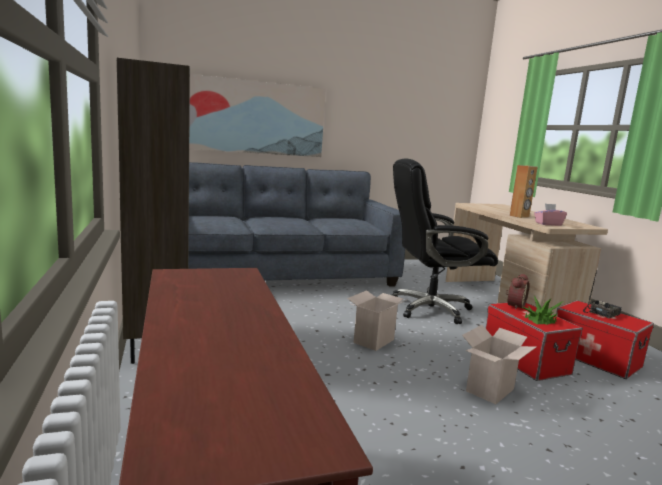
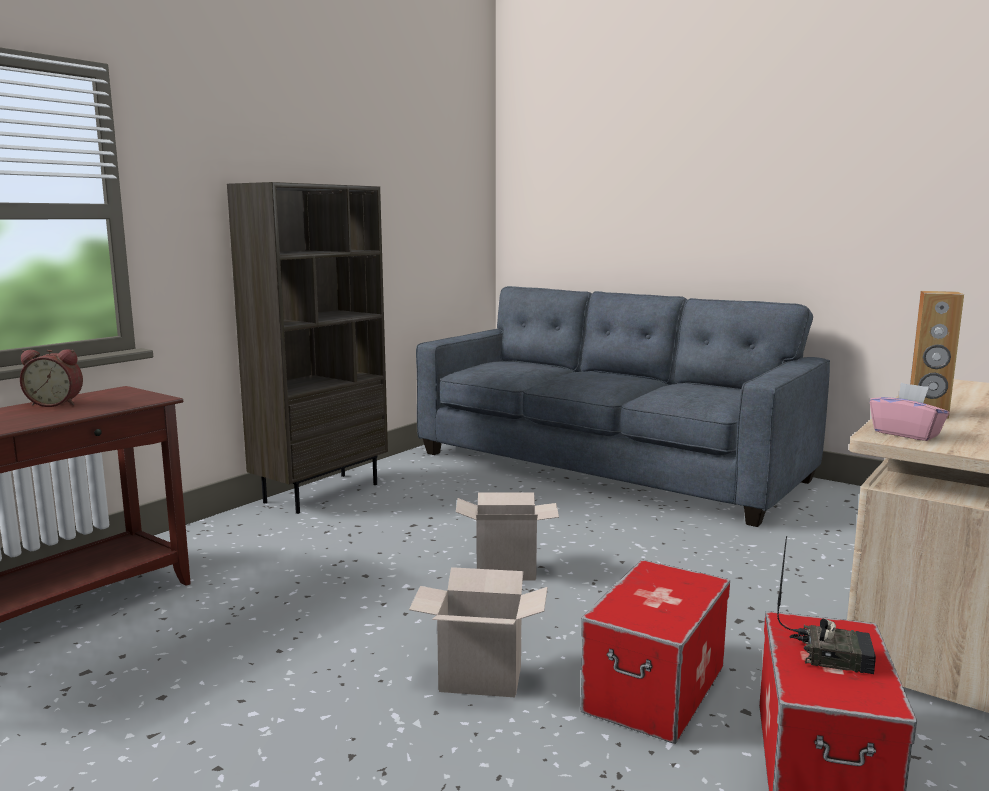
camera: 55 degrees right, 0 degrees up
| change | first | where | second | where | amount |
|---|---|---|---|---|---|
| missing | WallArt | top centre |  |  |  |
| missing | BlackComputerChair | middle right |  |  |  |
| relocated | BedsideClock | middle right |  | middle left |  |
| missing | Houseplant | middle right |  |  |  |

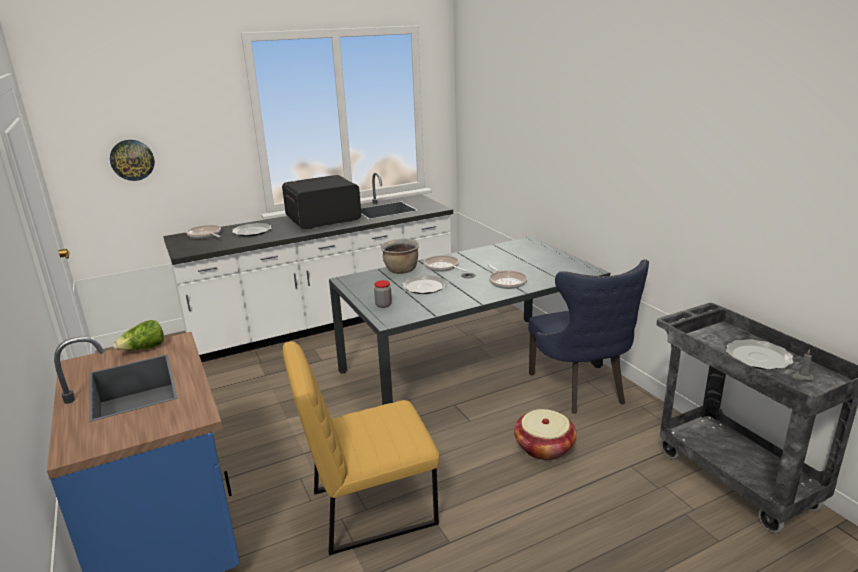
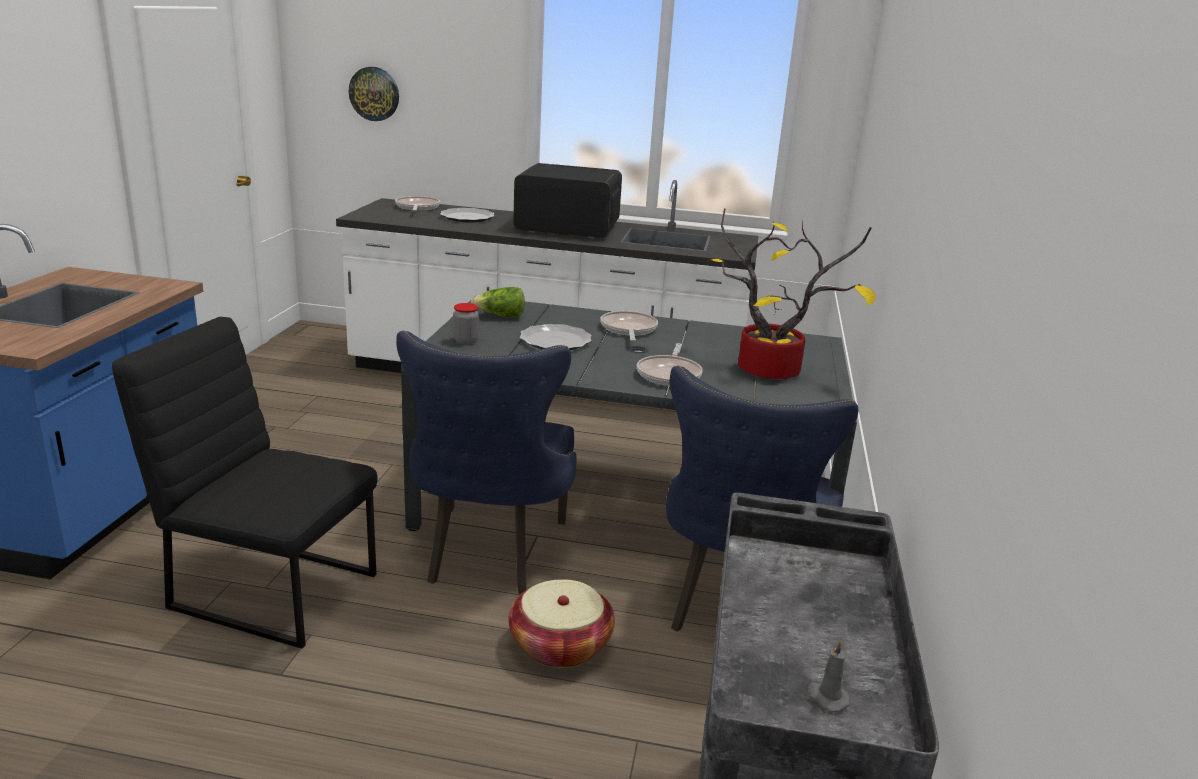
camera: 35 degrees right, 0 degrees up
| change | first | where | second | where | amount |
|---|---|---|---|---|---|
| relocated | HeadOfLettuce | middle left |  | centre |  |
| colour | YellowColouredUprightChair | bottom centre | BlackUprightChair | middle left |  |
| missing | BrownColouredCookingPot | centre |  |  |  |
| missing | DinnerPlate (no. 3 from left) | middle right |  |  |  |
| appeared |  |  | BluishUprightChair (no. 1 from left) | centre |  |
| appeared |  |  | Houseplant | centre |  |

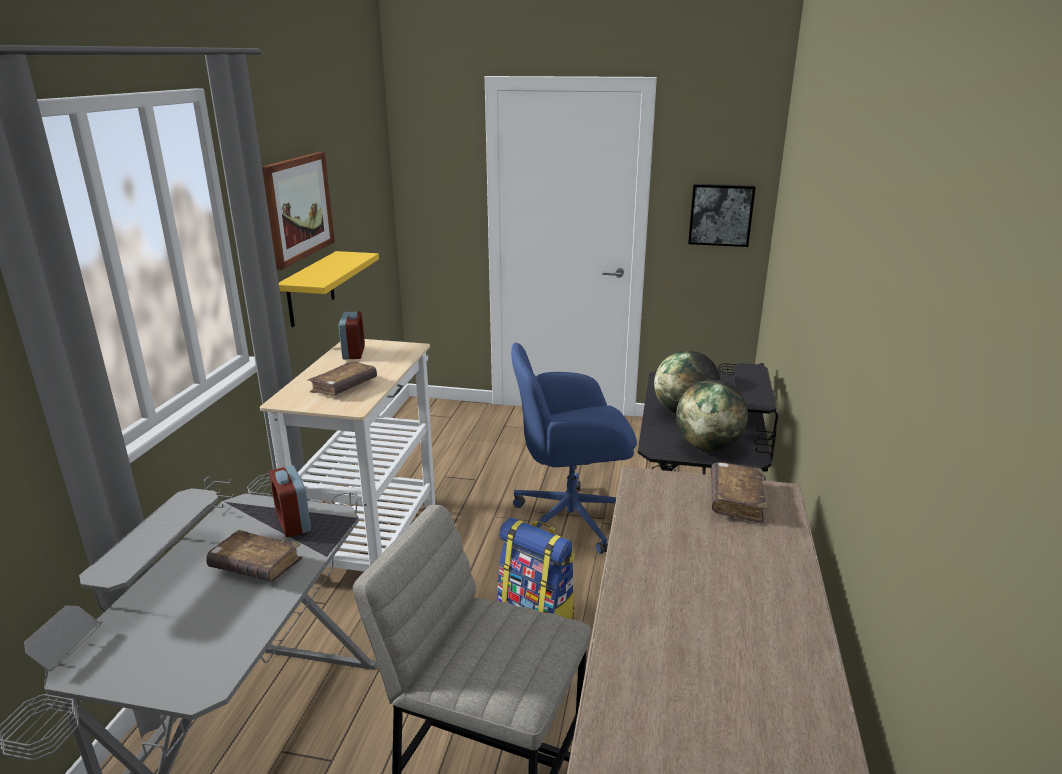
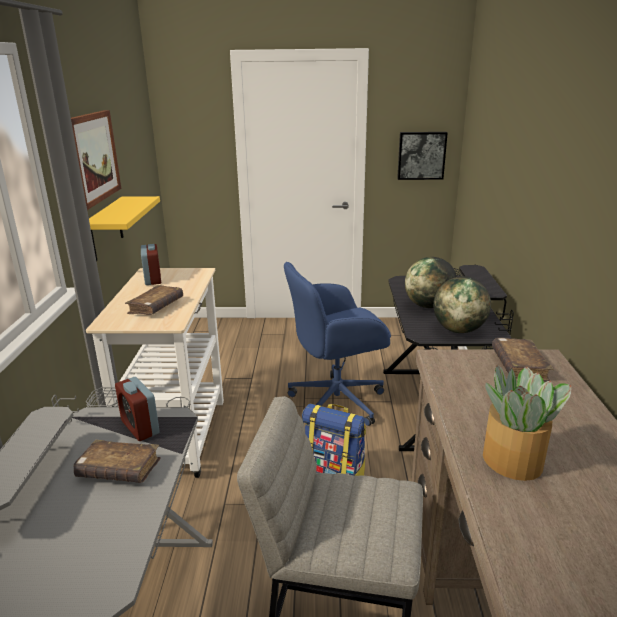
camera: 10 degrees left, 0 degrees up
| change | first | where | second | where | amount |
|---|---|---|---|---|---|
| appeared |  |  | Houseplant | bottom right |  |

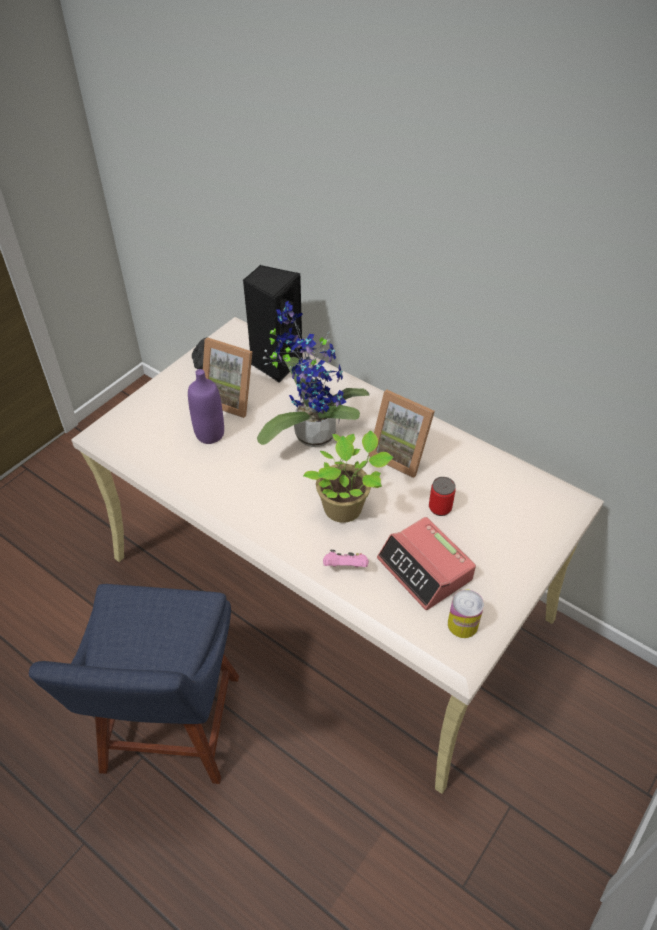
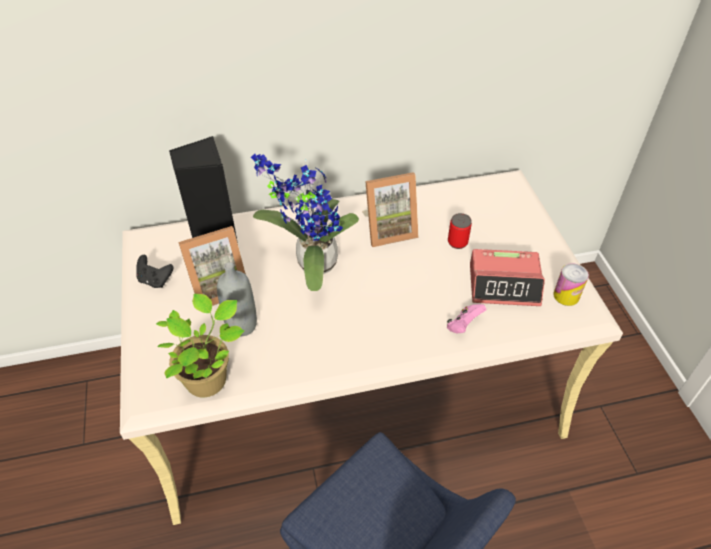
camera: 50 degrees left, 0 degrees up
| change | first | where | second | where | amount |
|---|---|---|---|---|---|
| colour | PurpleColouredBottle | middle left | GrayBottle | centre |  |
| relocated | Houseplant (no. 2 from left in the first image) | centre | Houseplant (no. 1 from left) | middle left |  |

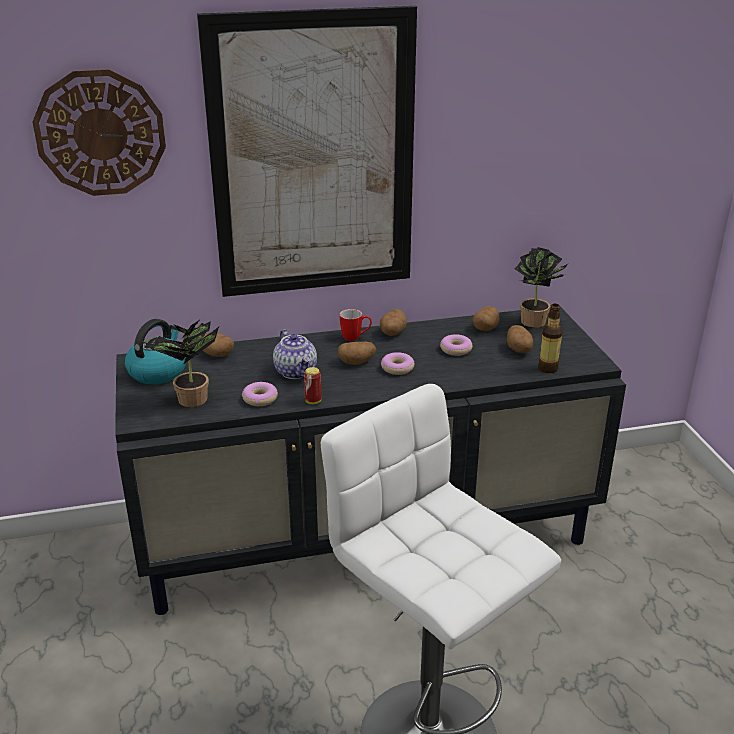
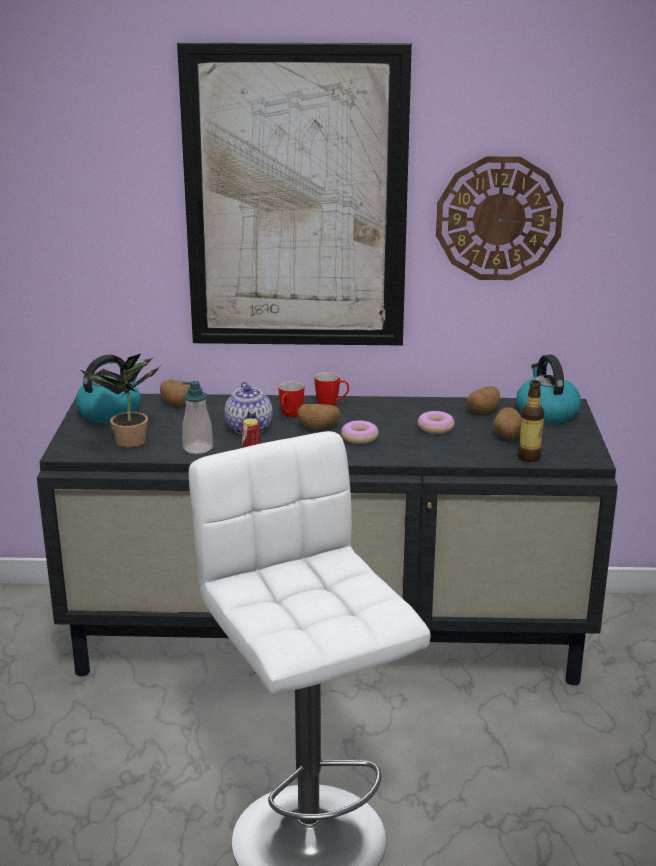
camera: 15 degrees right, 5 degrees down
| change | first | where | second | where | amount |
|---|---|---|---|---|---|
| relocated | HangingClock | top left |  | top right |  |
| exchanged | Donut (no. 1 from left) | centre | SoapBottle | middle left |  |
| missing | Potato (no. 3 from left) | centre |  |  |  |
| exchanged | Houseplant (no. 2 from left) | middle right | TeaKettle (no. 2 from left) | middle right |  |
| appeared |  |  | CoffeeMug (no. 1 from left) | centre |  |

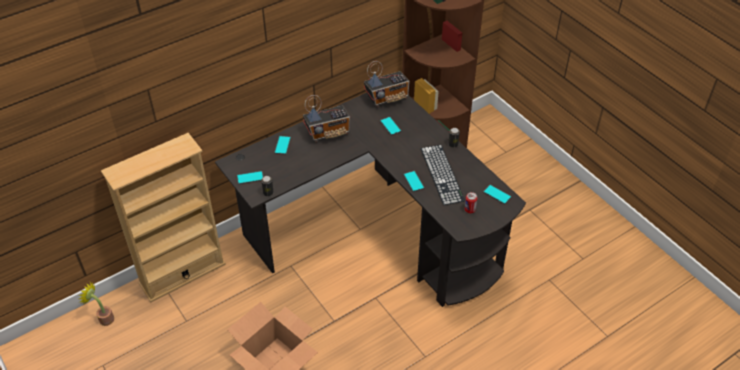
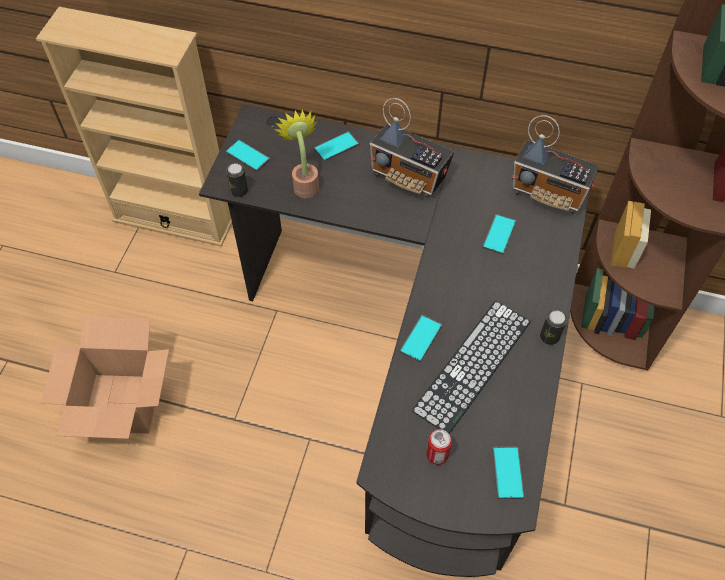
camera: 50 degrees right, 10 degrees up
| change | first | where | second | where | amount |
|---|---|---|---|---|---|
| relocated | Houseplant | bottom left |  | top centre |  |

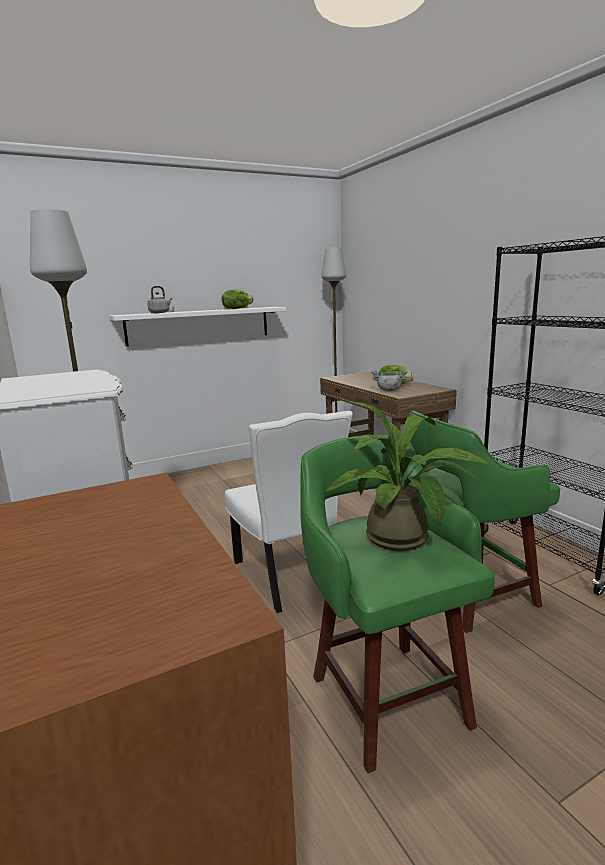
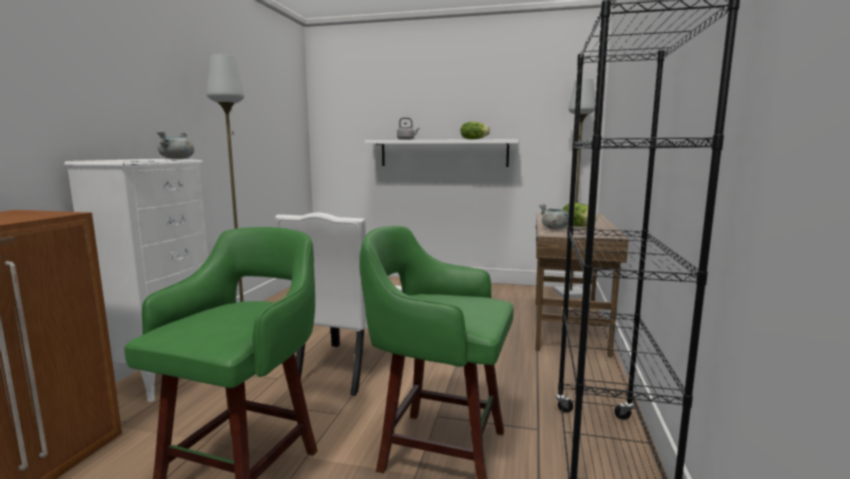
camera: 40 degrees right, 5 degrees down
| change | first | where | second | where | amount |
|---|---|---|---|---|---|
| missing | Houseplant | middle right |  |  |  |
| appeared |  |  | GrayCookingPot (no. 1 from left) | top left |  |

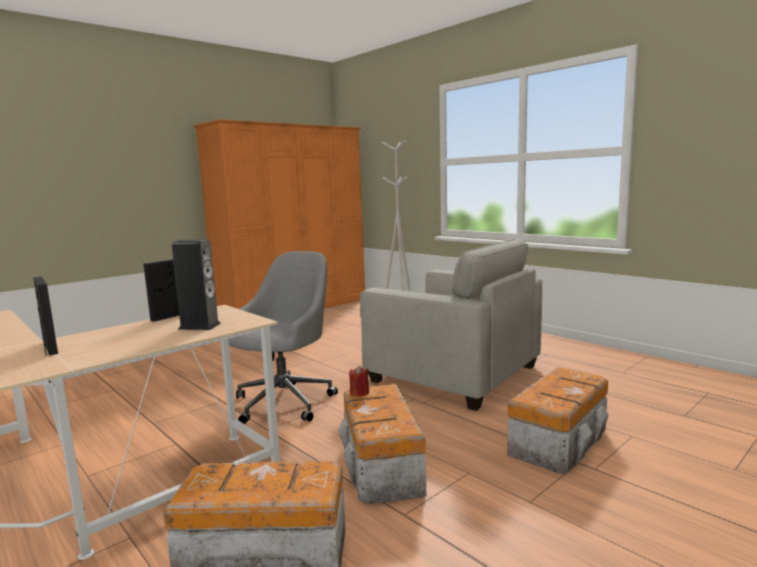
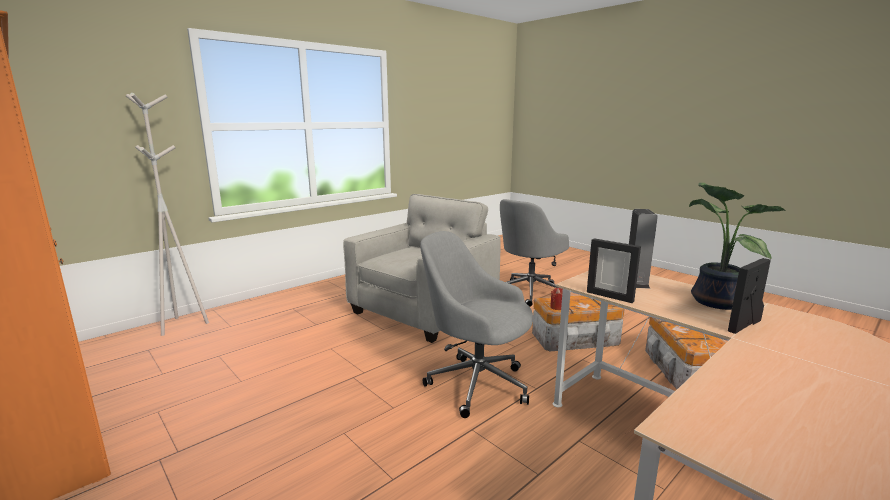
camera: 90 degrees left, 5 degrees up
| change | first | where | second | where | amount |
|---|---|---|---|---|---|
| exchanged | StorageBin (no. 3 from left) | bottom right | GrayComputerChair (no. 2 from left) | centre |  |
| appeared |  |  | Houseplant | middle right |  |

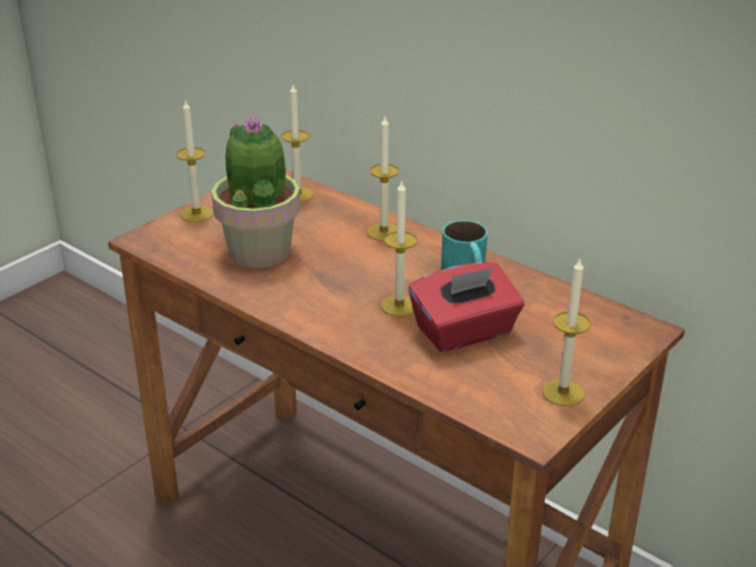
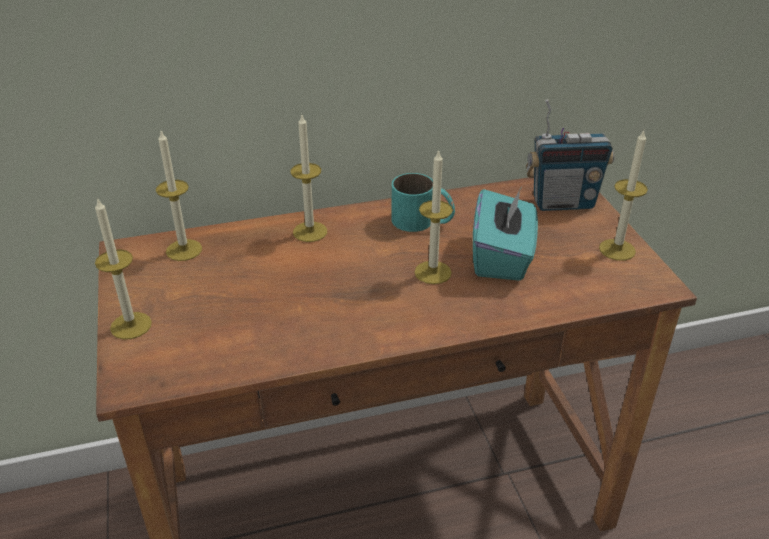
camera: 55 degrees left, 5 degrees up
| change | first | where | second | where | amount |
|---|---|---|---|---|---|
| missing | Houseplant | centre |  |  |  |
| colour | RedTissueHolder | centre | BlueGreenTissueHolder | centre |  |
| appeared |  |  | Radio | top right |  |

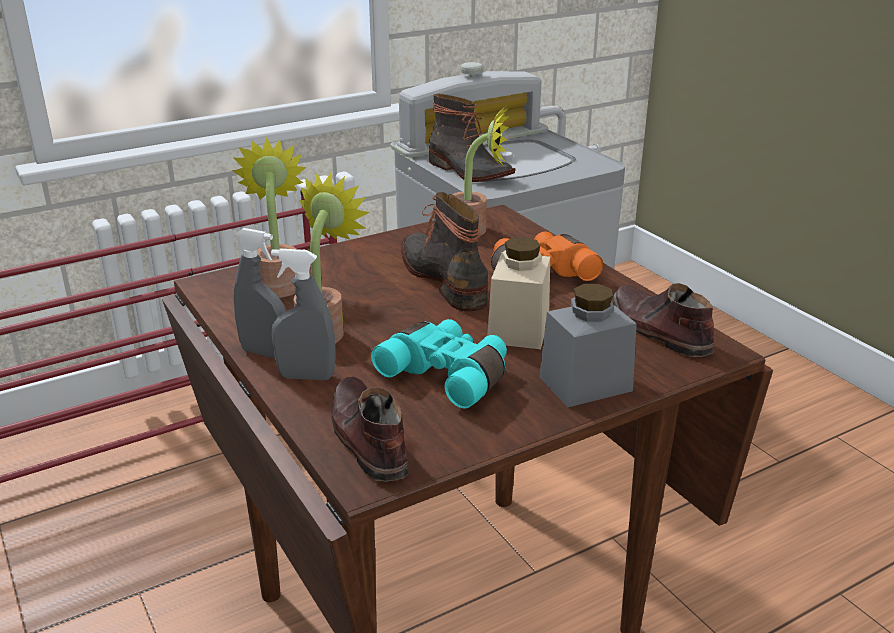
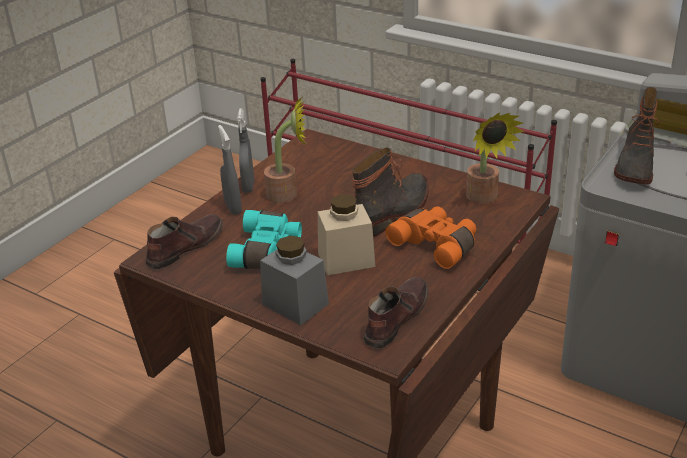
camera: 65 degrees right, 5 degrees up
| change | first | where | second | where | amount |
|---|---|---|---|---|---|
| missing | Houseplant (no. 1 from left) | middle left |  |  |  |

